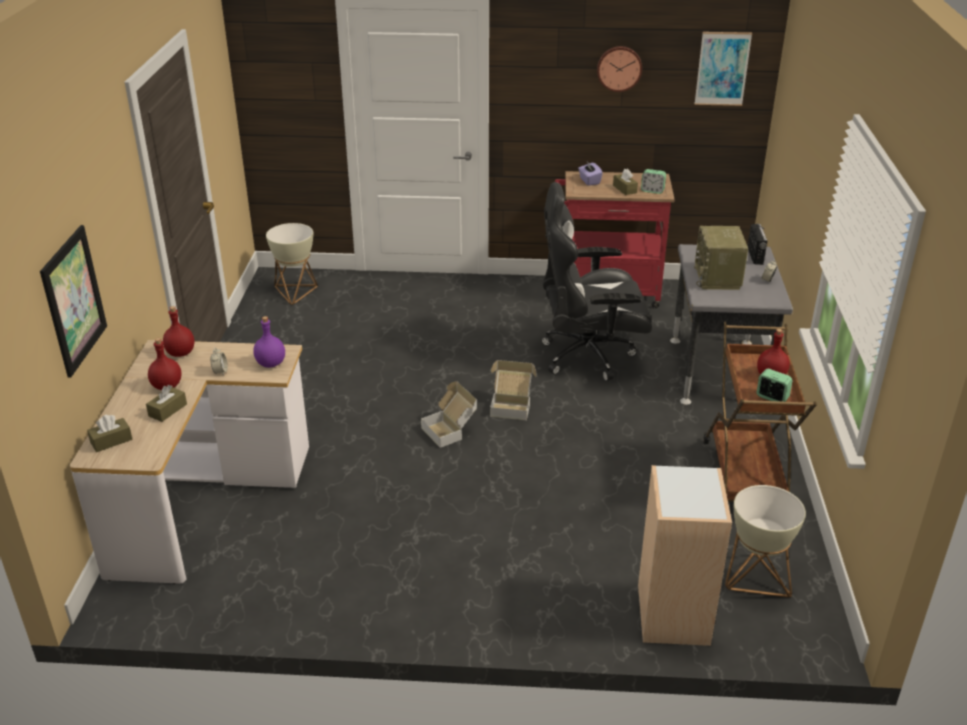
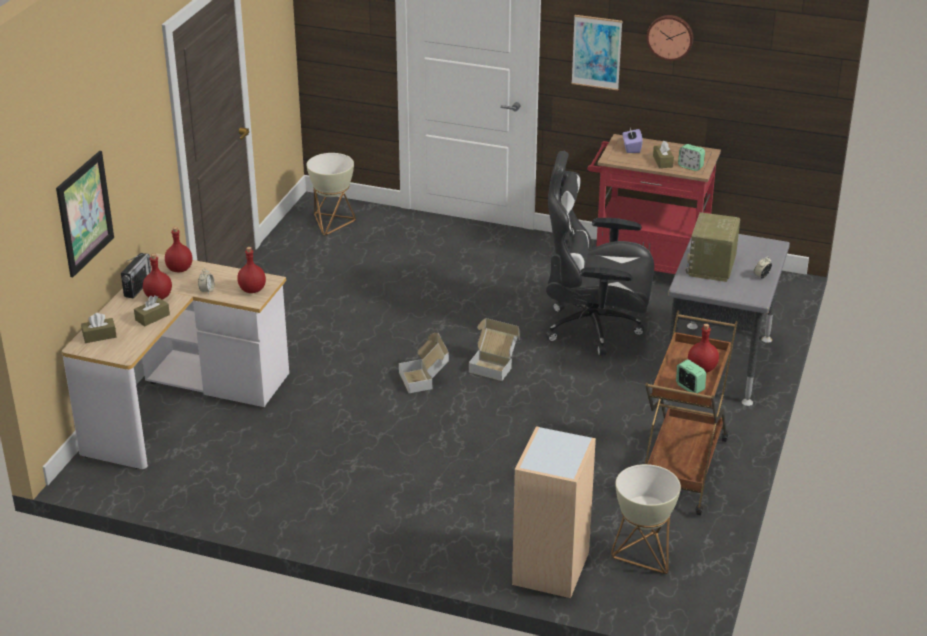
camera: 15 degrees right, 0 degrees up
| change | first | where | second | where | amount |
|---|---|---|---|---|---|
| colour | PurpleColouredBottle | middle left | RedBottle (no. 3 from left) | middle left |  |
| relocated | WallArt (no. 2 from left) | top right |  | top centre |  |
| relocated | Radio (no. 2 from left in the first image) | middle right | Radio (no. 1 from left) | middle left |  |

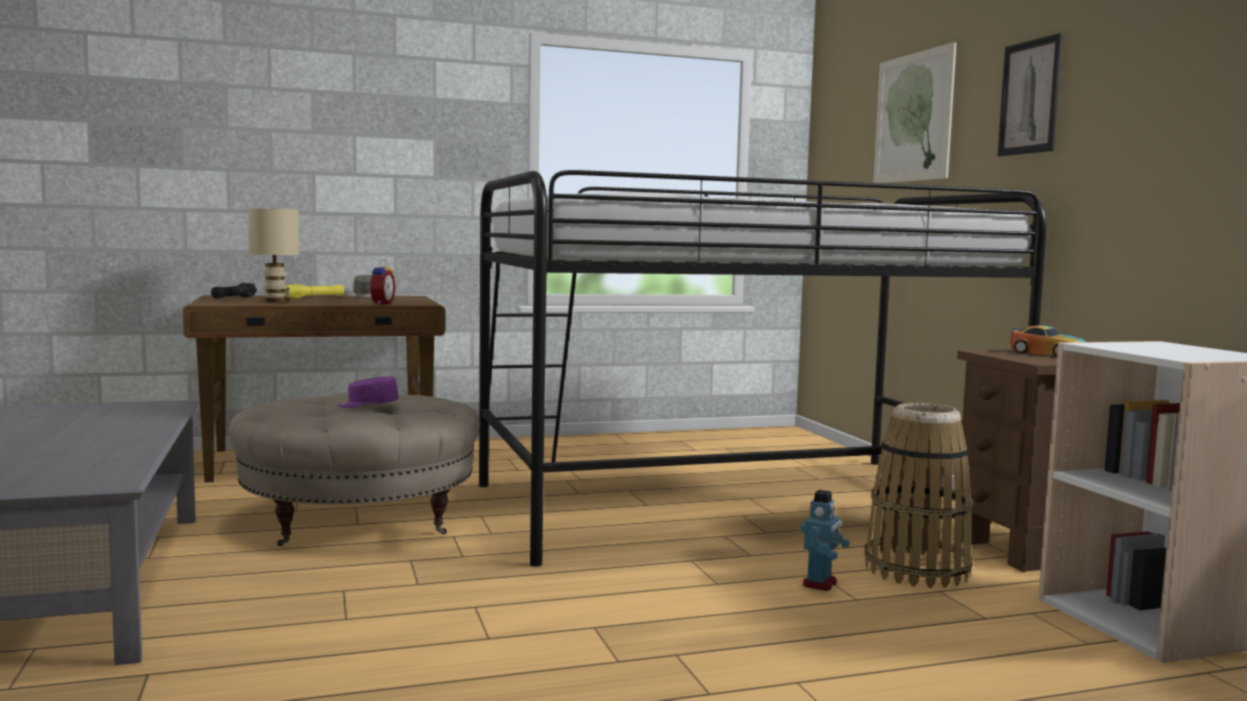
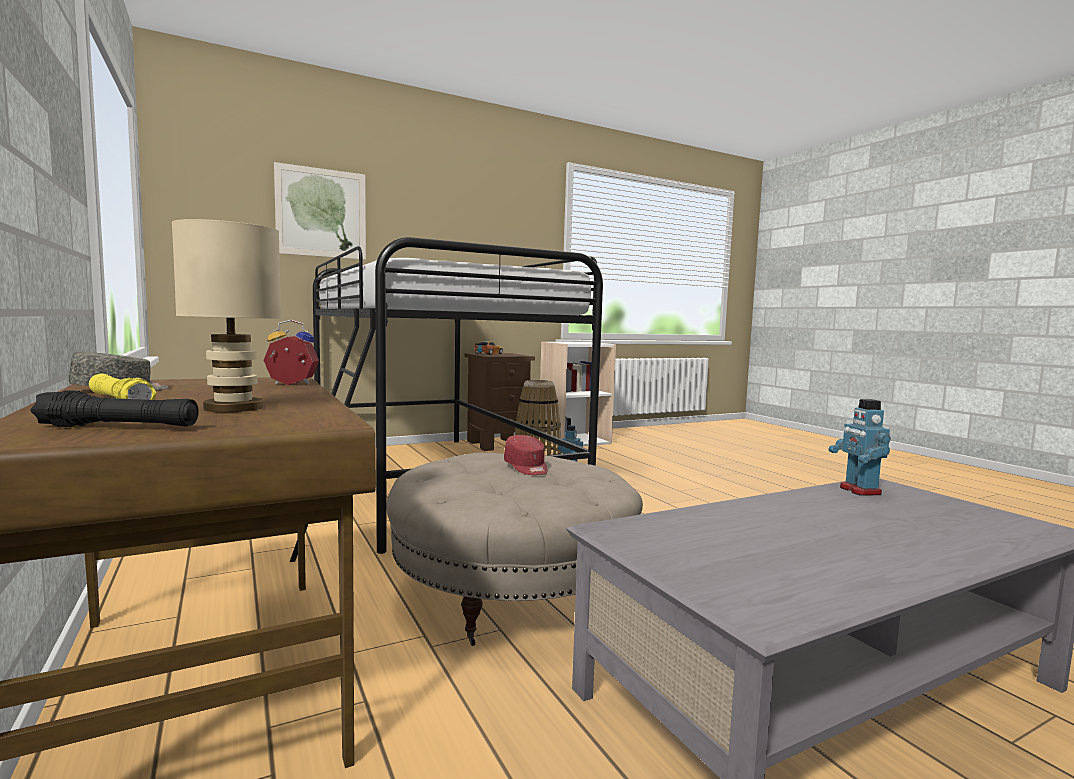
camera: 100 degrees left, 0 degrees up
| change | first | where | second | where | amount |
|---|---|---|---|---|---|
| colour | PurpleColouredCap | middle left | RedCap | centre |  |
| missing | WallArt (no. 2 from left) | top right |  |  |  |
| appeared |  |  | RobotFigure (no. 2 from left) | middle right |  |

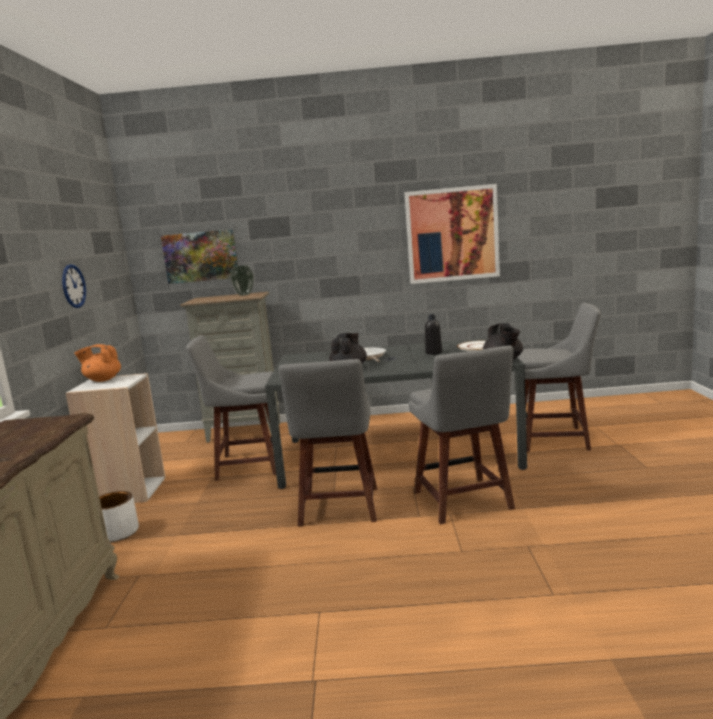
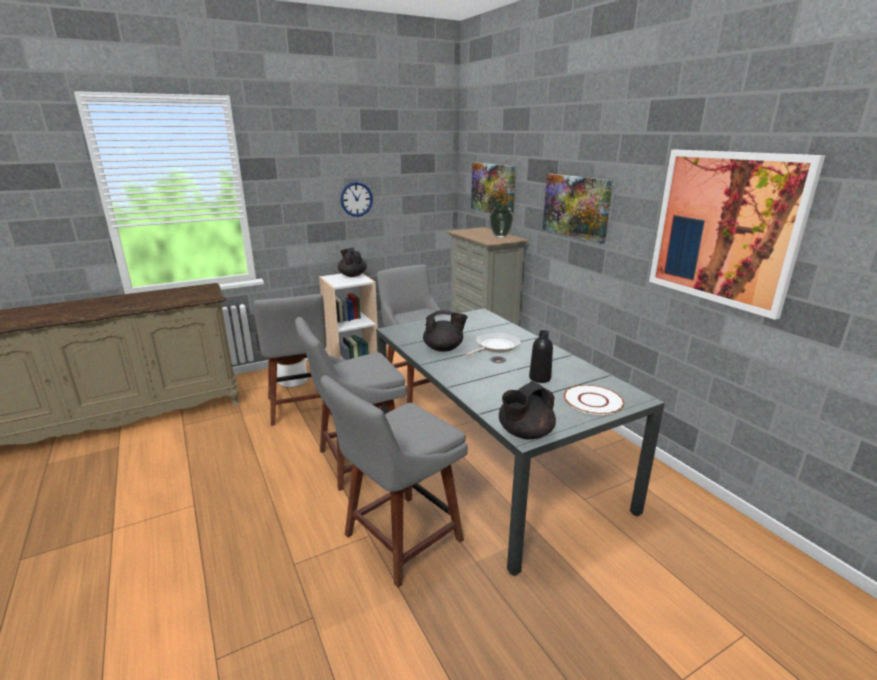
camera: 60 degrees right, 10 degrees up
| change | first | where | second | where | amount |
|---|---|---|---|---|---|
| colour | OrangeTeapot | middle left | BlackTeapot (no. 1 from left) | centre |  |
| relocated | GrayStool (no. 4 from left in the first image) | middle right | GrayStool (no. 1 from left) | middle left |  |
| appeared |  |  | WallArt (no. 2 from left) | top centre |  |

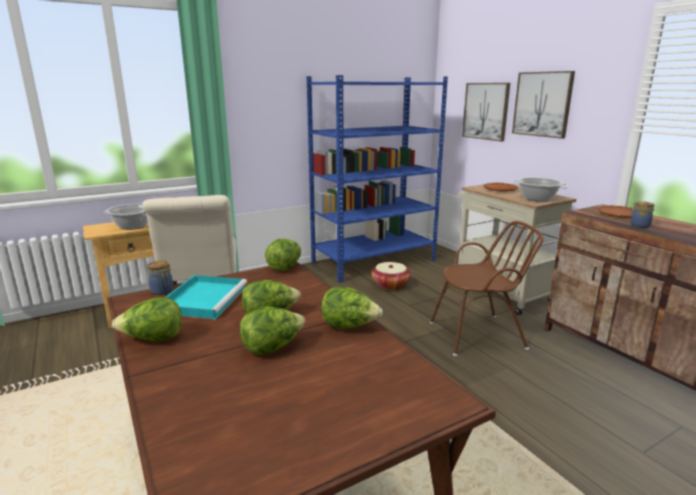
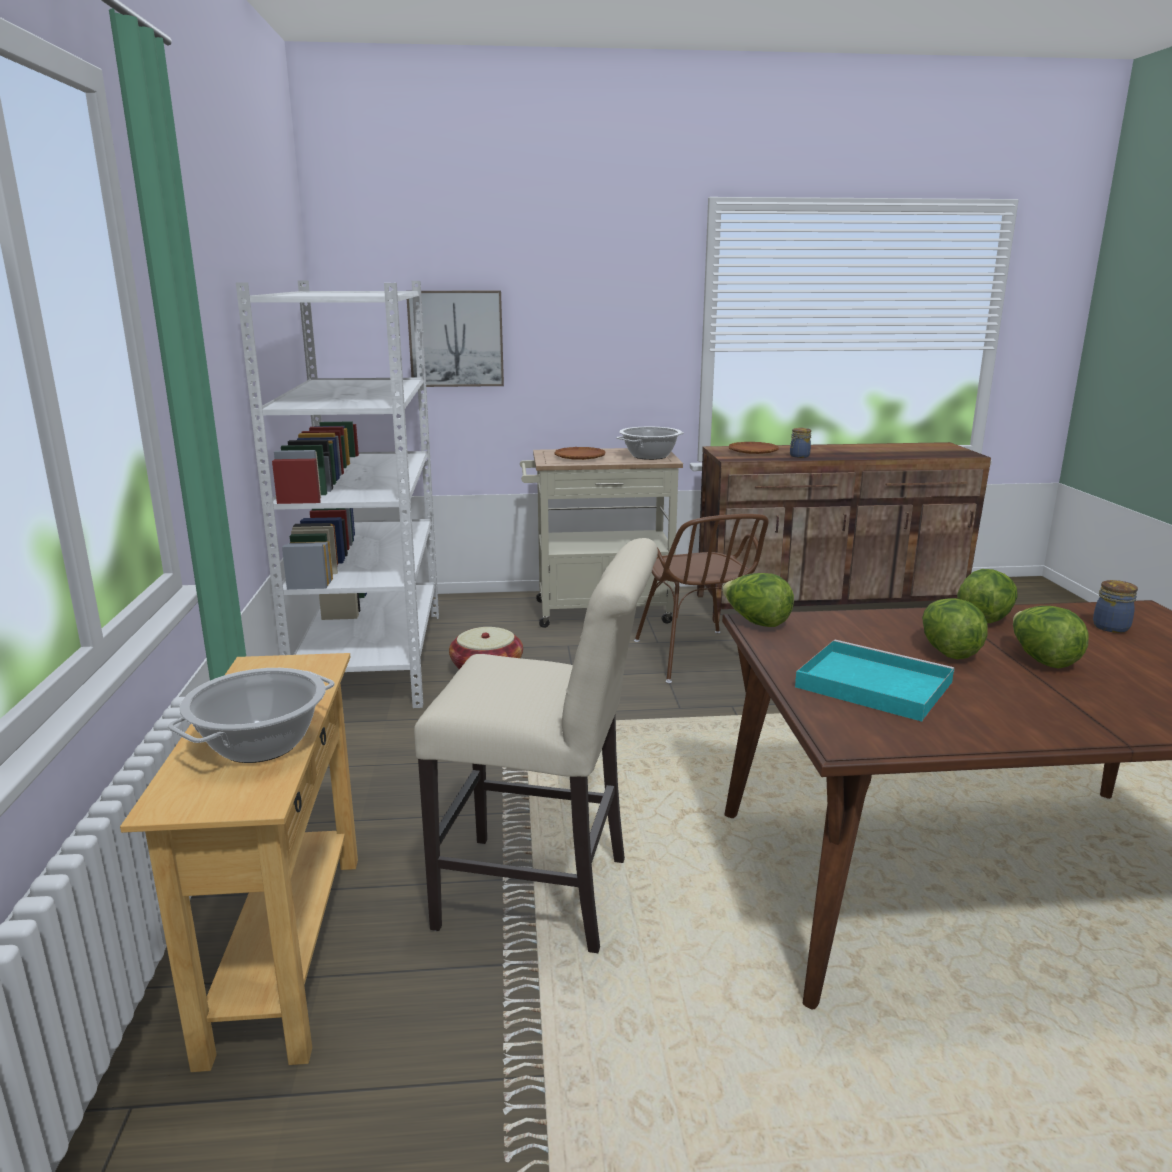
camera: 65 degrees left, 0 degrees up
| change | first | where | second | where | amount |
|---|---|---|---|---|---|
| missing | HeadOfLettuce (no. 1 from left) | middle left |  |  |  |
| relocated | Jar (no. 1 from left in the first image) | middle left | Jar (no. 2 from left) | middle right |  |
| colour | BluishBookshelf | centre | WhitishBookshelf | middle left |  |
| spun | BrownColouredUprightChair | middle right |  | centre | 150 degrees clockwise |
| missing | WallArt (no. 2 from left) | top right |  |  |  |

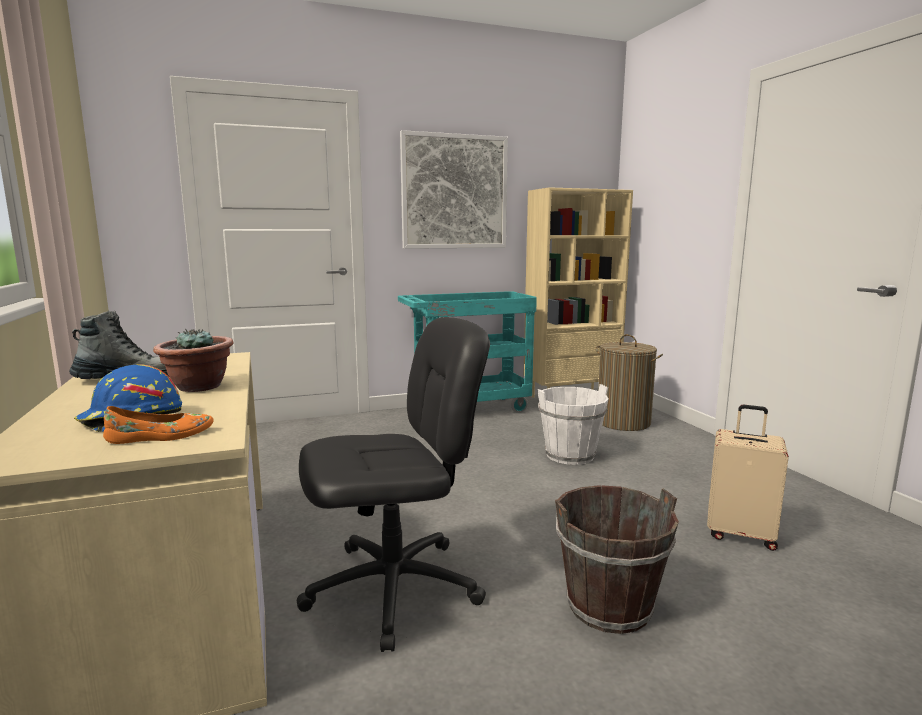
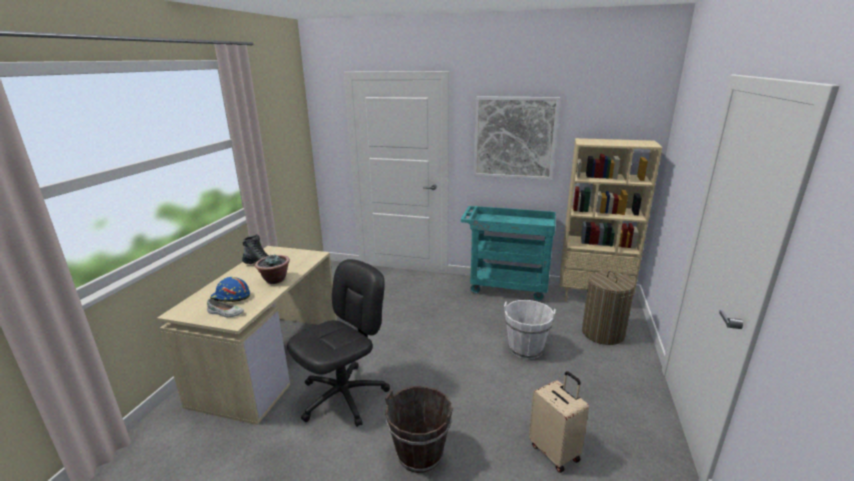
camera: 35 degrees right, 10 degrees up
| change | first | where | second | where | amount |
|---|---|---|---|---|---|
| colour | OrangeLowShoe | middle left | WhitishLowShoe | middle left |  |
| spun | BlackComputerChair | bottom centre |  | bottom centre | 60 degrees counterclockwise |

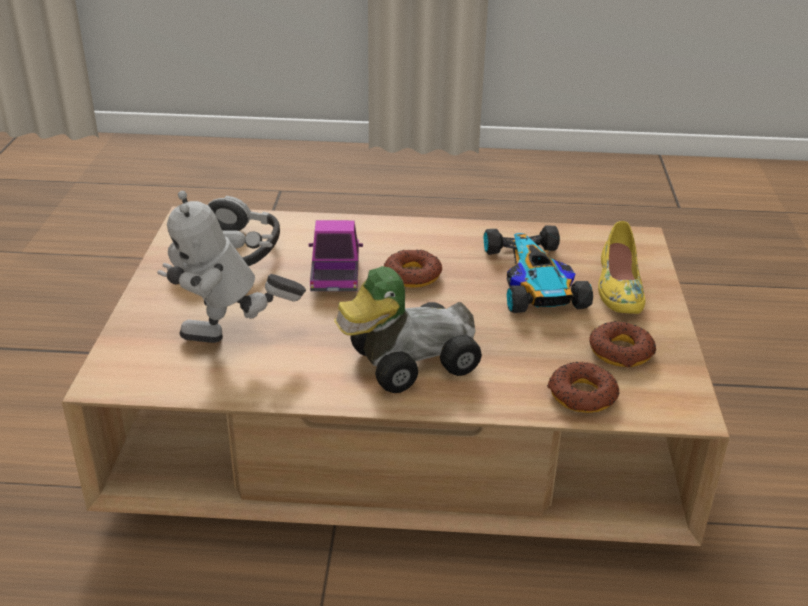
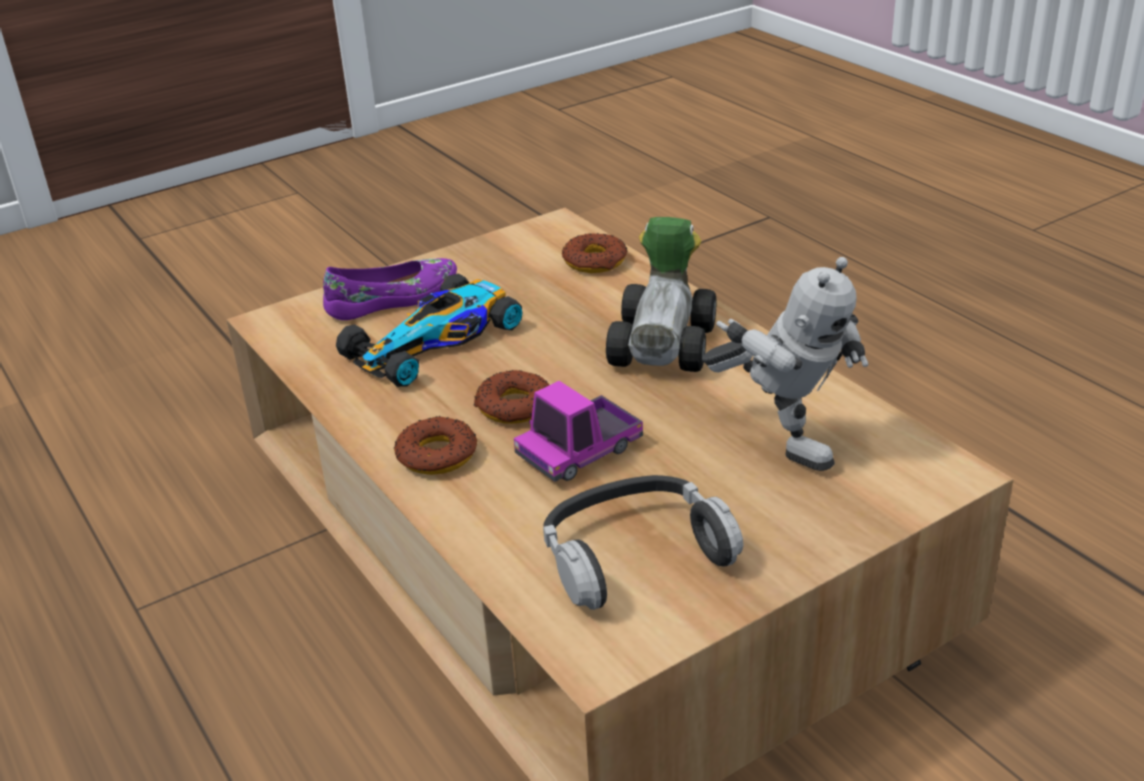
camera: 125 degrees left, 0 degrees up
| change | first | where | second | where | amount |
|---|---|---|---|---|---|
| spun | ModelCar (no. 1 from left in the first image) | centre | ModelCar (no. 2 from left) | centre | 105 degrees counterclockwise |
| relocated | Donut (no. 3 from left in the first image) | middle right | Donut (no. 1 from left) | centre |  |
| colour | YellowColouredLowShoe | middle right | PurpleColouredLowShoe | centre |  |

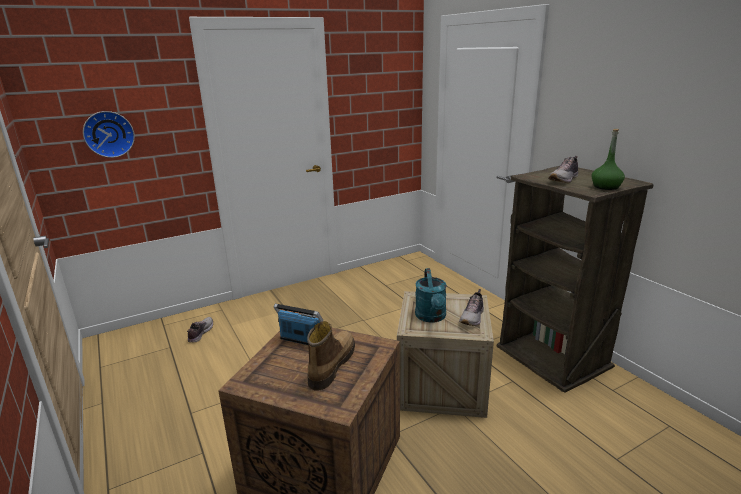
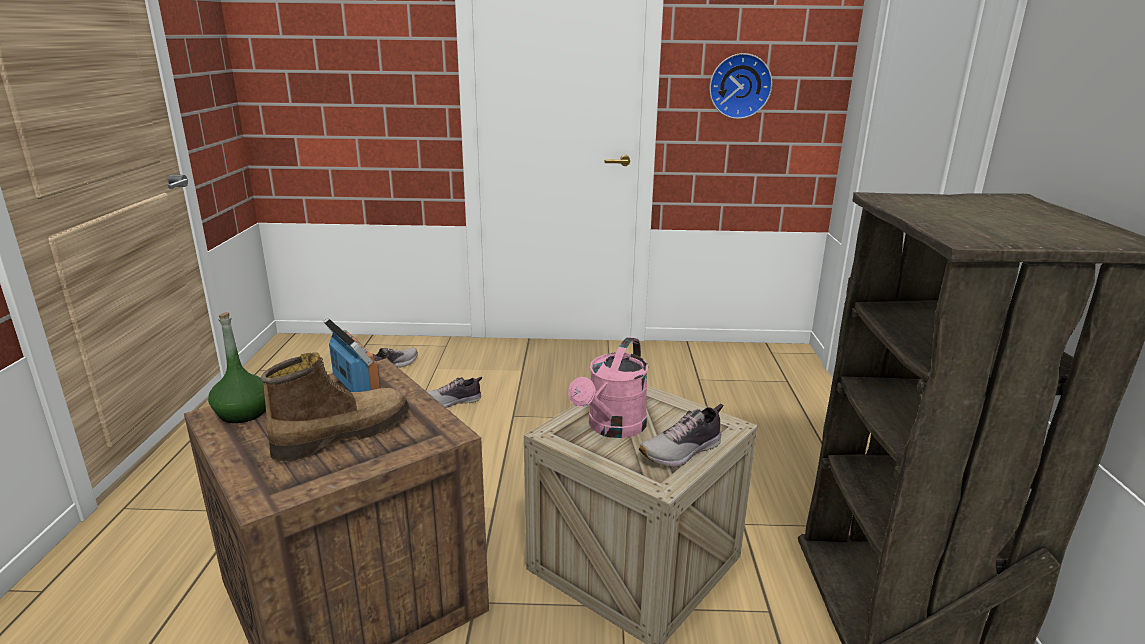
camera: 30 degrees right, 0 degrees up
| change | first | where | second | where | amount |
|---|---|---|---|---|---|
| relocated | HangingClock | top left |  | top centre |  |
| colour | BlueGreenWateringCan | centre | PinkWateringCan | centre |  |
| relocated | LowShoe (no. 3 from left in the first image) | middle right | LowShoe (no. 2 from left) | centre |  |
| relocated | GreenColouredBottle | top right |  | middle left |  |

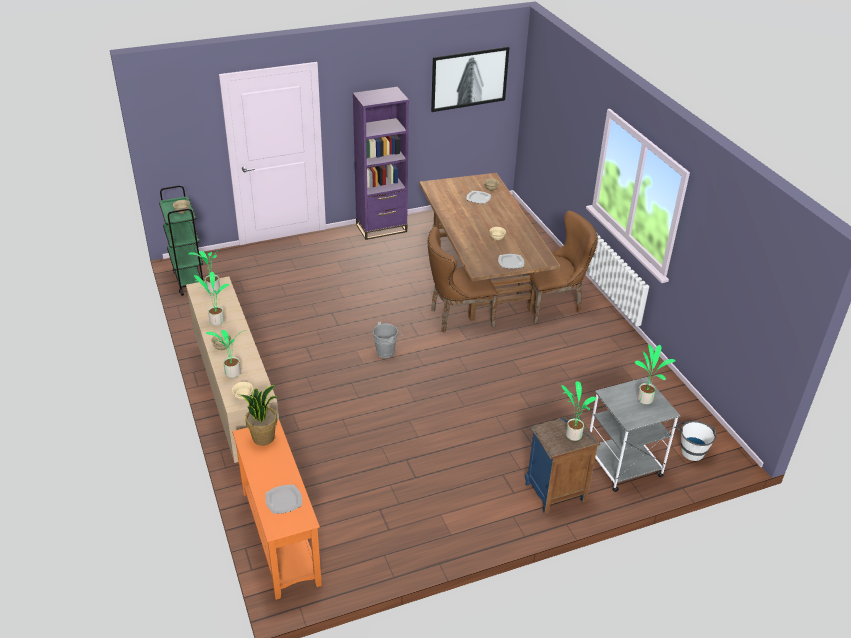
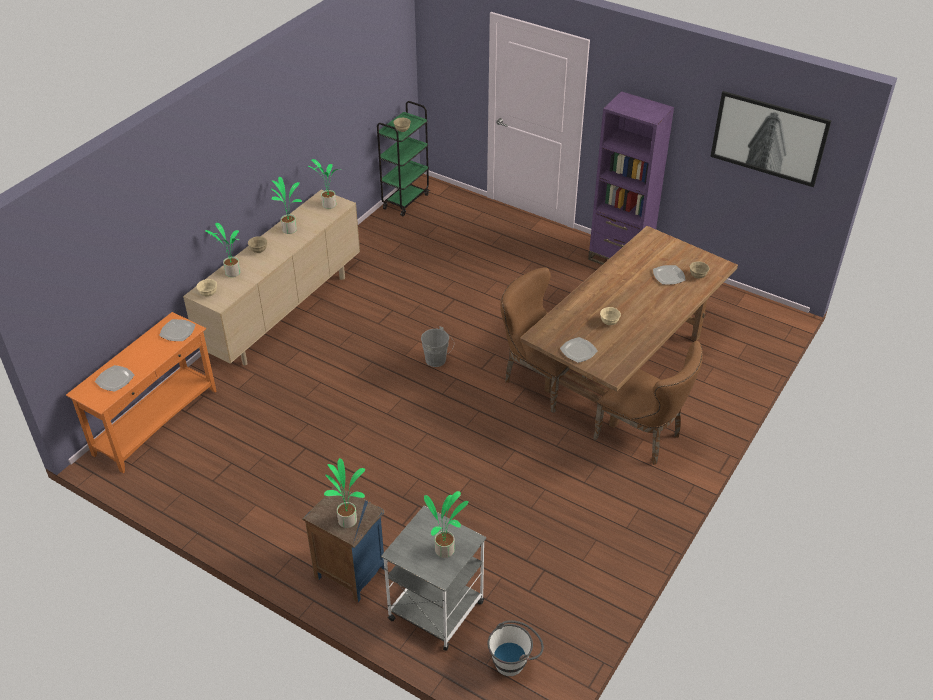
camera: 55 degrees right, 5 degrees up
| change | first | where | second | where | amount |
|---|---|---|---|---|---|
| exchanged | Houseplant (no. 4 from left) | middle left | DinnerPlate (no. 2 from left) | middle left |  |

